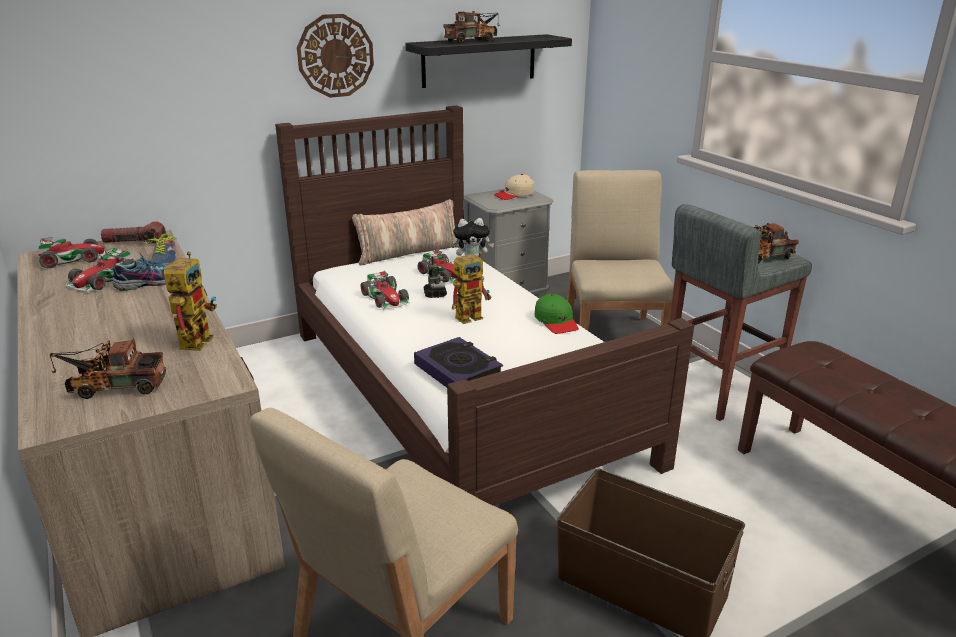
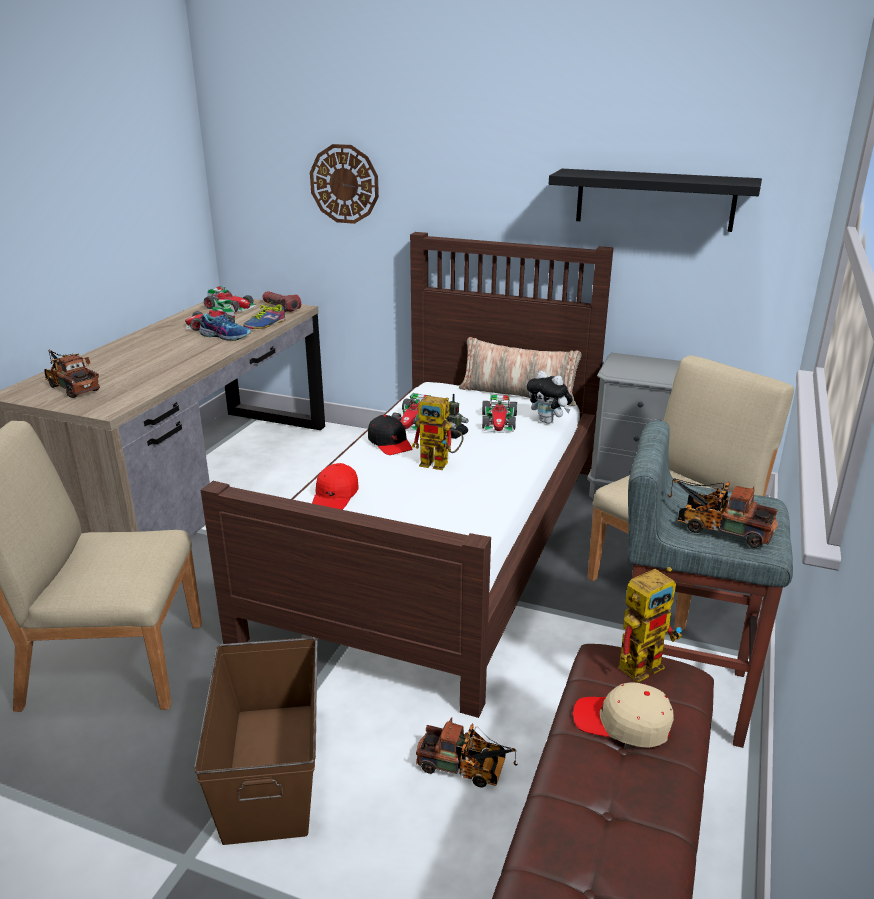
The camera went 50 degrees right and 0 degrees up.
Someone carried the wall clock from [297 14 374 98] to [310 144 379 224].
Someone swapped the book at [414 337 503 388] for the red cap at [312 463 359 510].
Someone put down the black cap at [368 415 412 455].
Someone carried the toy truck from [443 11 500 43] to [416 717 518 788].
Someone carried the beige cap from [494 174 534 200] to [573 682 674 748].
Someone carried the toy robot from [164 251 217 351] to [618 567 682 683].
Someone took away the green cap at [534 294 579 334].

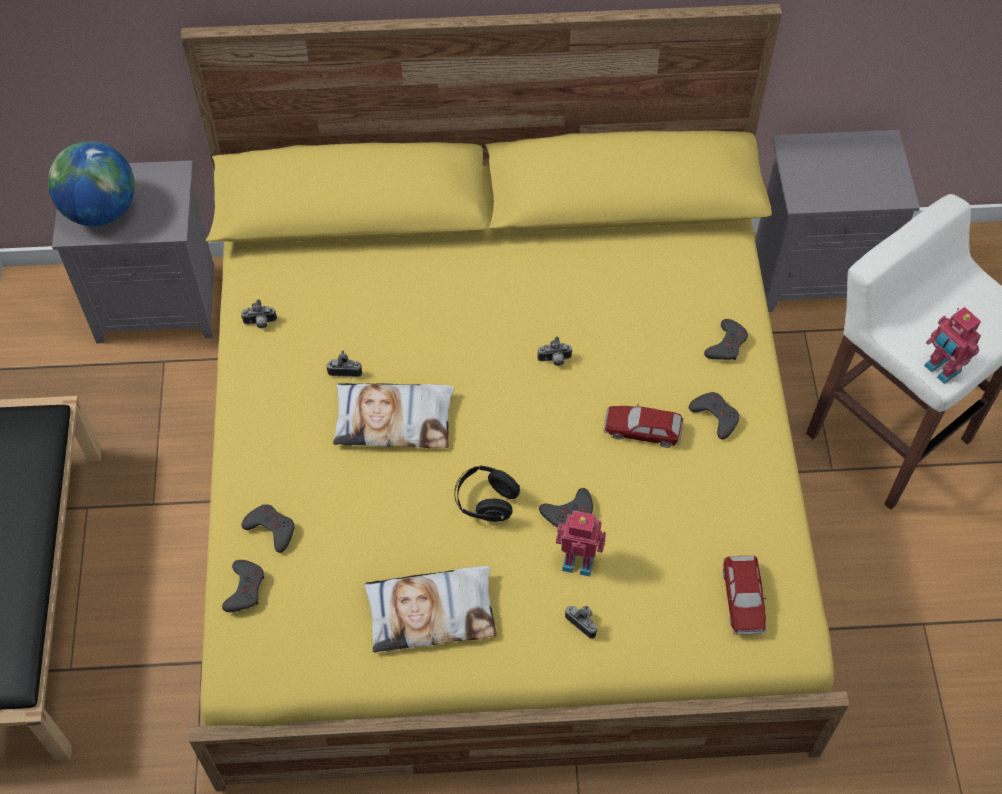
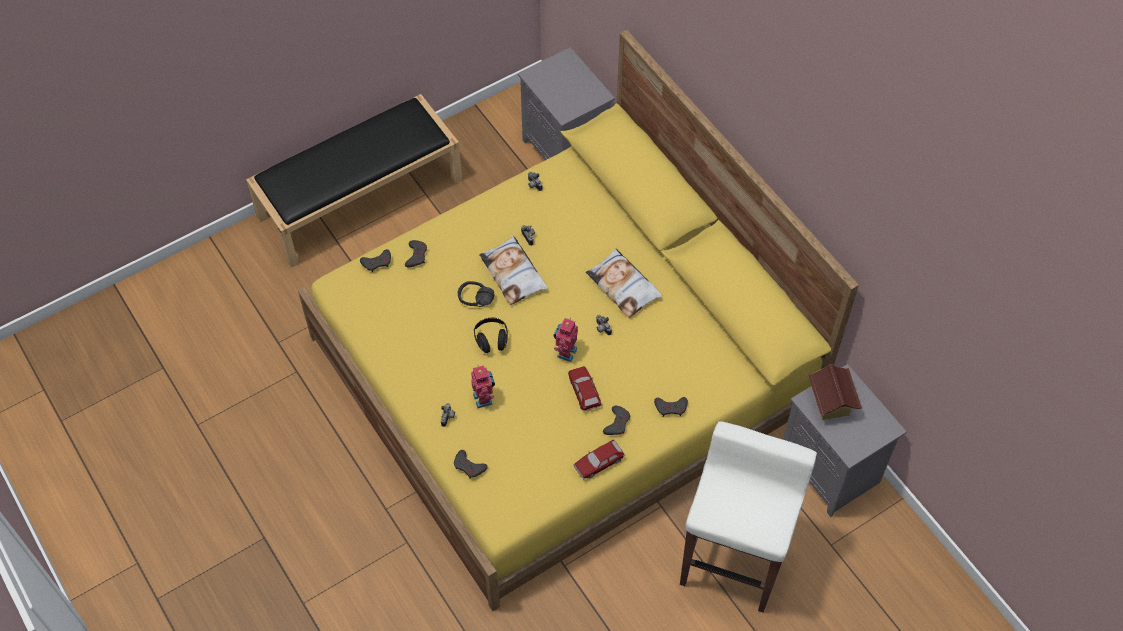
The camera went 60 degrees right and 0 degrees up.
Someone carried the grey game controller from [539 488 593 527] to [454 450 488 479].
Someone put down the black headphones at [458 281 494 307].
Someone carried the toy robot from [924 307 981 384] to [553 318 578 362].
Someone carried the toy car from [723 556 767 635] to [573 440 625 479].
Someone carried the pillow from [363 566 497 653] to [586 249 662 318].
Someone put down the toy house at [808 364 862 420].
Someone took away the globe at [48 141 135 226].

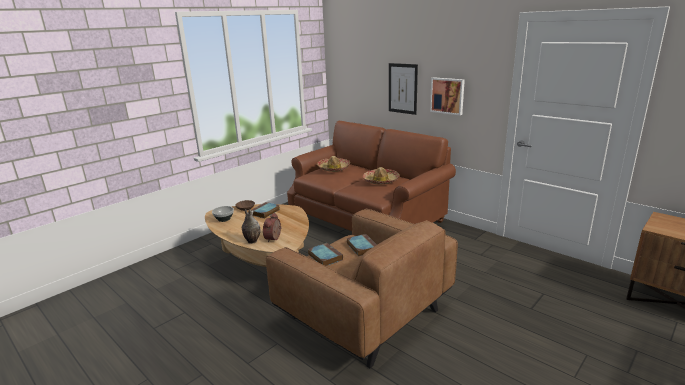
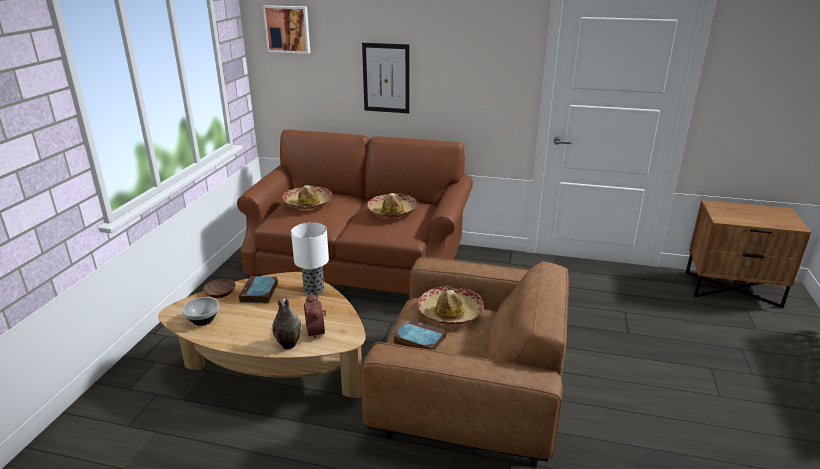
The camera went 30 degrees left and 5 degrees up.
Someone carried the picture from [430 77 465 115] to [263 5 310 54].
Someone put down the table lamp at [291 222 329 296].
Someone swapped the book at [347 234 377 257] for the hat at [417 286 484 325].

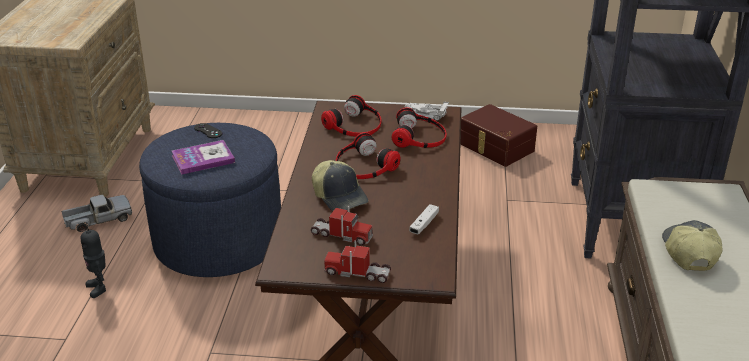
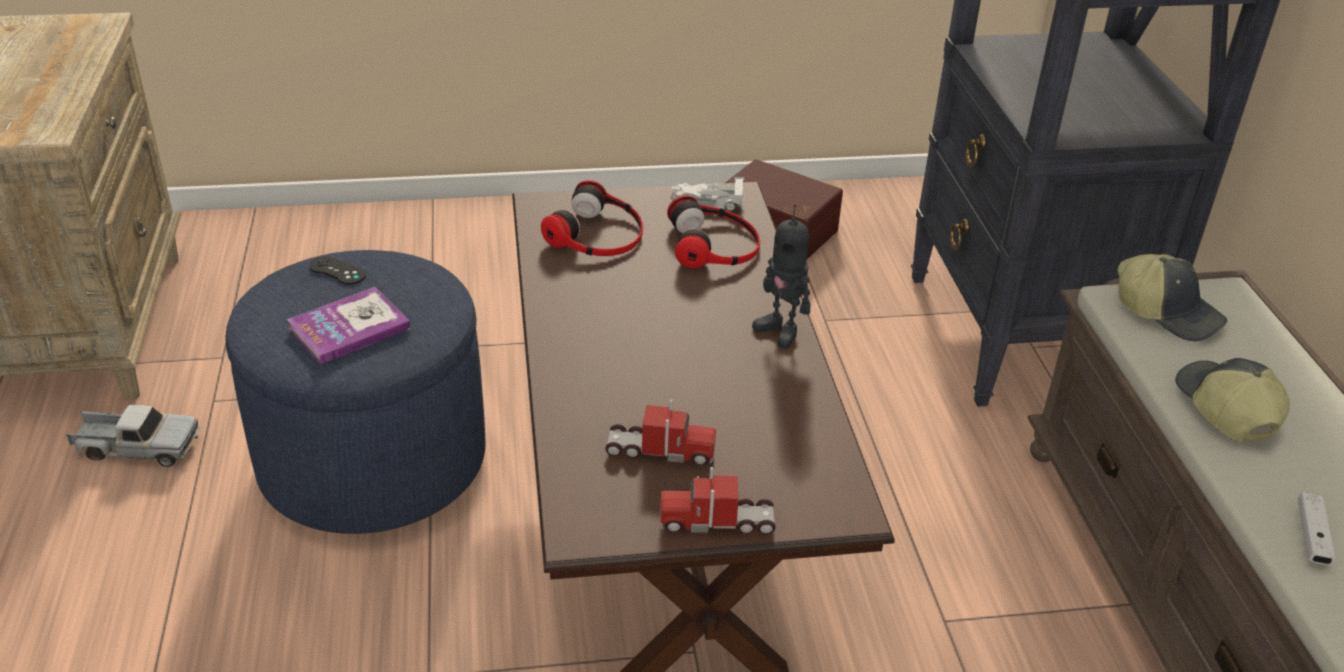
The camera went 15 degrees left and 5 degrees up.
Someone rotated the toy truck at [62 195 132 232] by 45 degrees clockwise.
Someone carried the toy robot from [81 222 106 298] to [752 204 810 349].
Someone carried the cap from [312 160 368 211] to [1118 254 1227 342].
Someone carried the white game controller from [409 204 439 234] to [1298 492 1335 565].
Someone took away the headphones at [336 132 401 179].

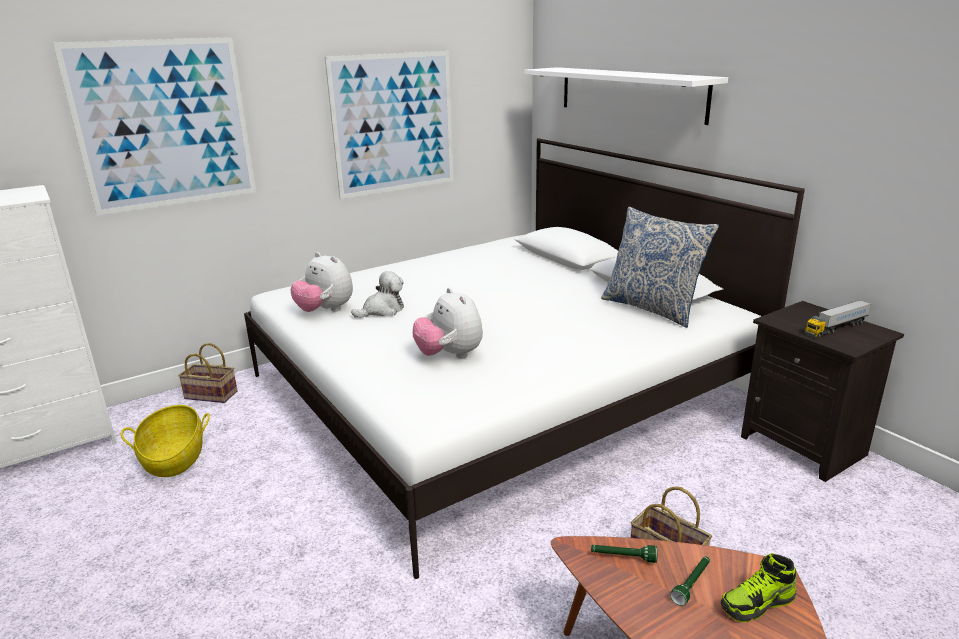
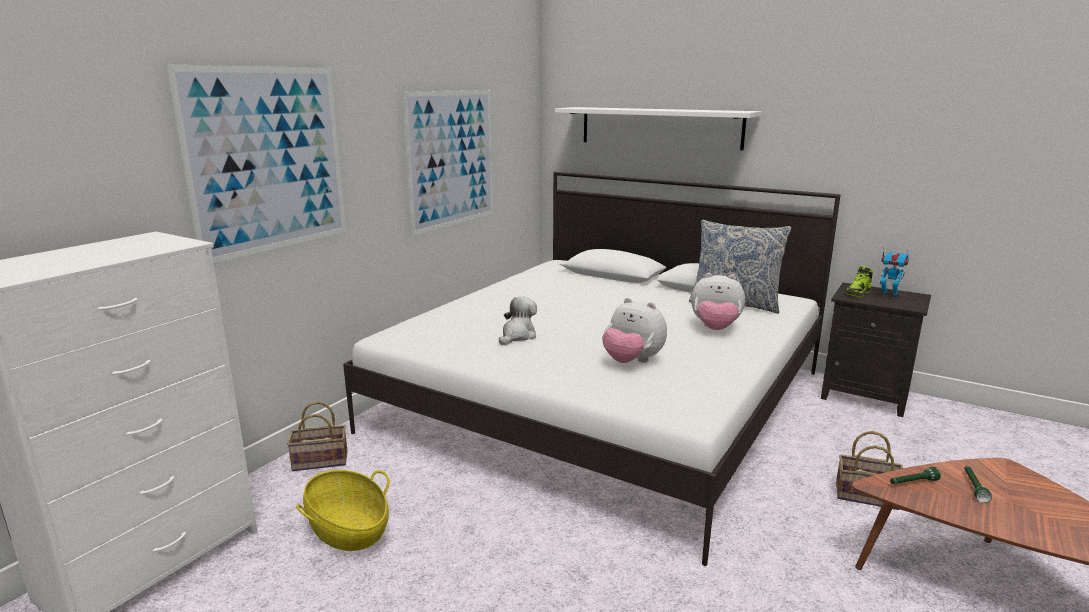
The camera went 25 degrees left and 5 degrees down.
Someone carried the plush toy from [291 252 353 312] to [691 273 745 330].
Someone carried the shoe from [721 553 797 622] to [846 266 873 297].
Someone swapped the toy truck at [805 300 871 337] for the toy robot at [880 247 909 300].

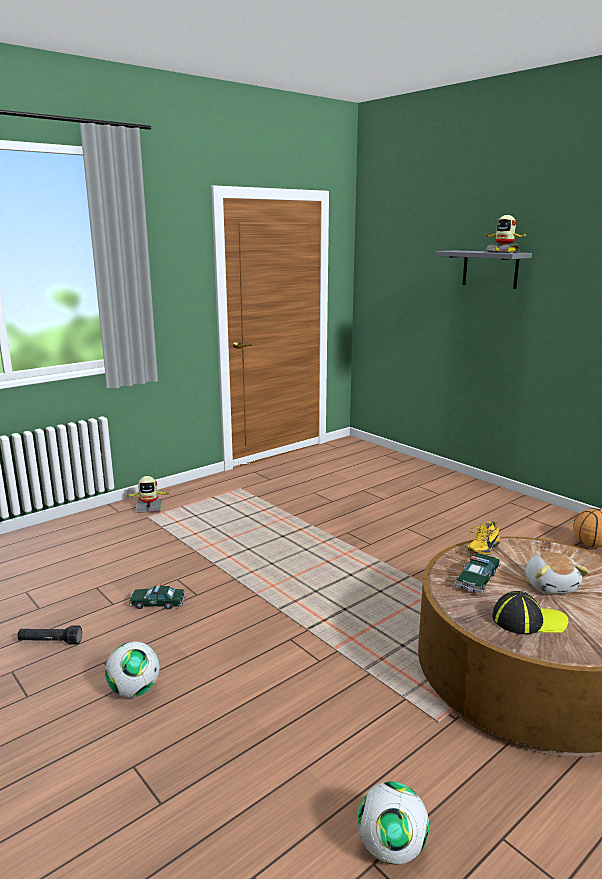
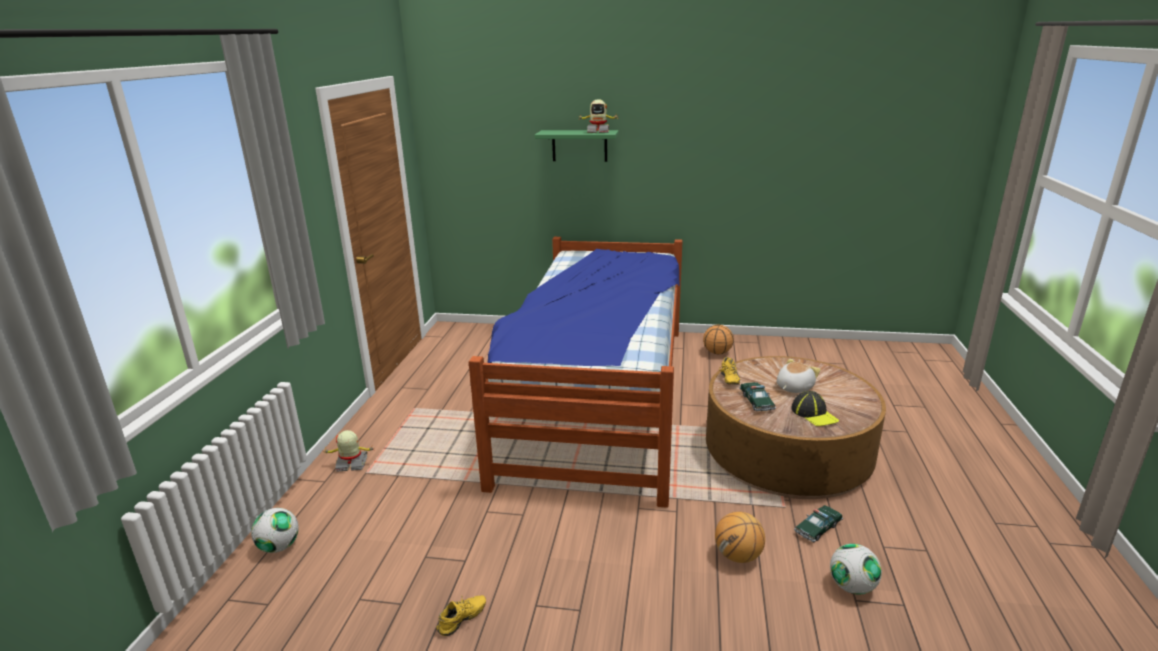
The camera went 40 degrees left and 5 degrees up.
Someone carried the football from [105 641 160 698] to [251 508 299 553].
Someone rotated the toy robot at [127 476 170 513] by 135 degrees counterclockwise.
Someone swapped the black flashlight at [17 625 82 644] for the yellow shoe at [436 595 486 636].
Someone put down the bed at [469 237 683 508].
Someone repainted the grey shelf at [435 250 532 289], which became the green shelf at [535 130 619 162].
Someone put down the basketball at [715 512 765 563].
Someone rotated the plush toy at [526 552 589 594] by 90 degrees counterclockwise.
Someone rotated the cap at [492 591 568 634] by 105 degrees clockwise.
Someone carried the toy car from [129 583 186 610] to [794 505 843 542].

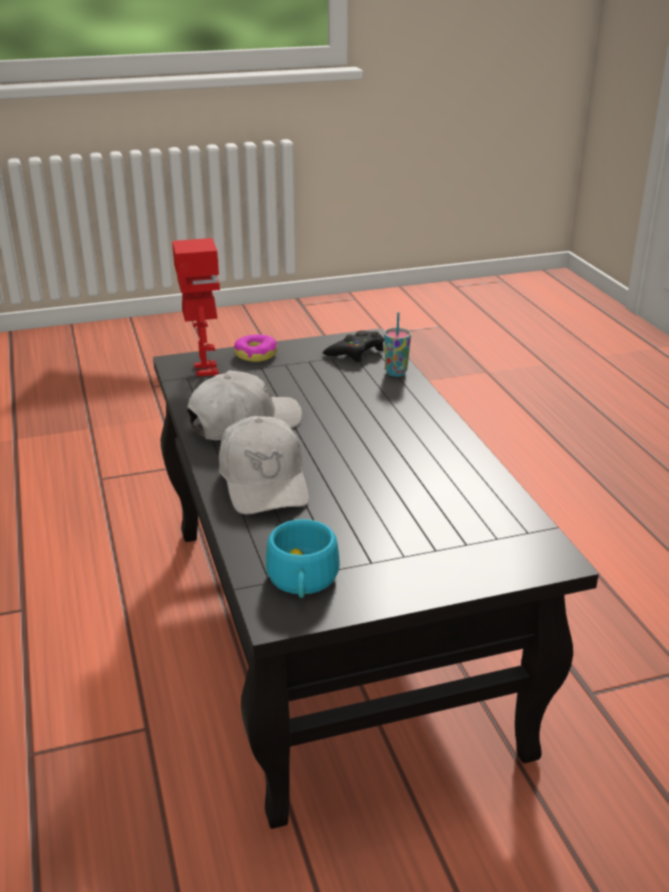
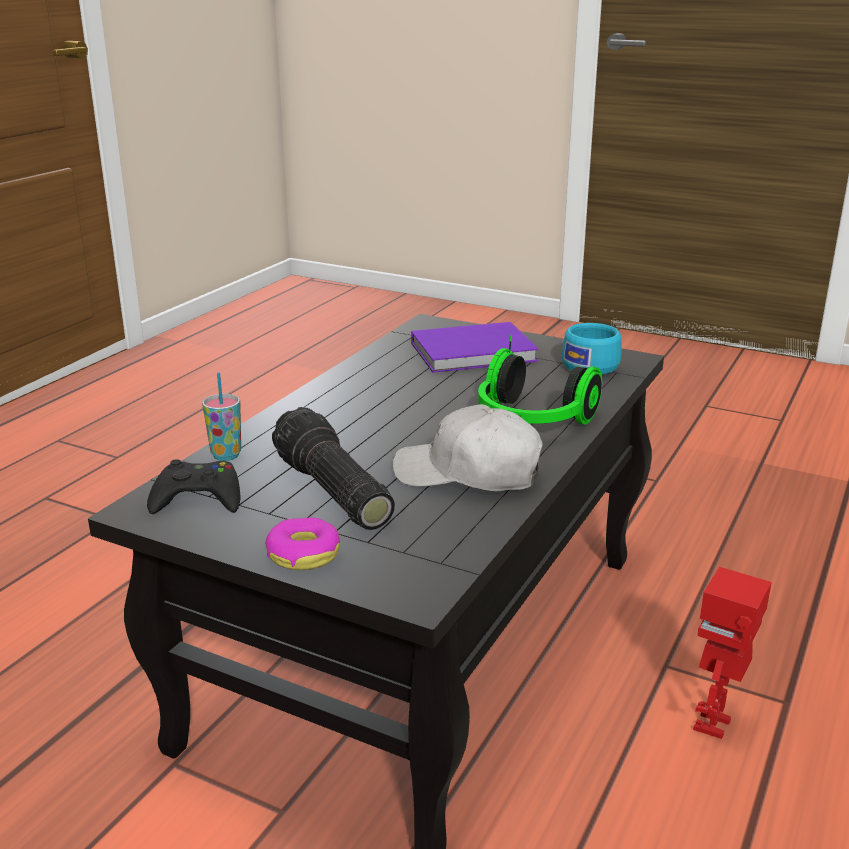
The camera went 135 degrees left and 5 degrees down.
Someone put down the flashlight at [272 407 395 530].
Someone put down the purple book at [411 322 538 373].
Someone swapped the white cap at [219 416 309 514] for the headphones at [478 335 602 425].
Someone carried the toy robot from [172 238 220 376] to [693 567 772 739].

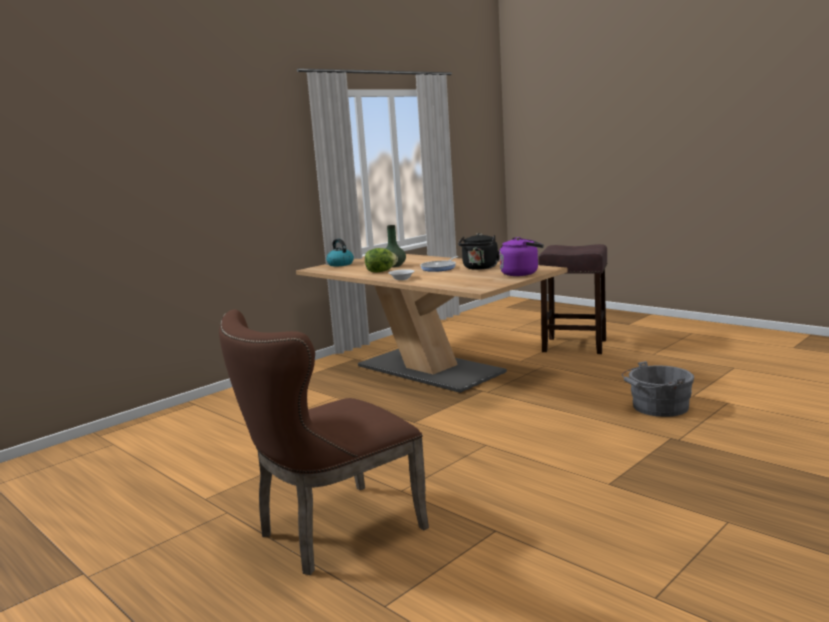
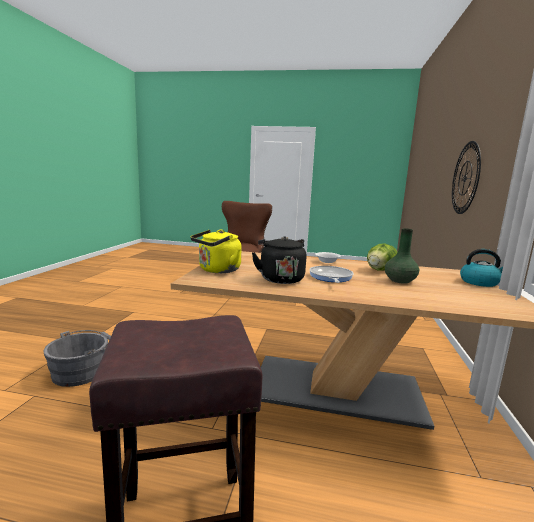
The camera went 145 degrees right and 0 degrees up.
Someone repainted the purple kettle at [499 237 544 276], which became the yellow kettle at [191 229 241 273].
Someone put up the wall clock at [452 141 481 214].

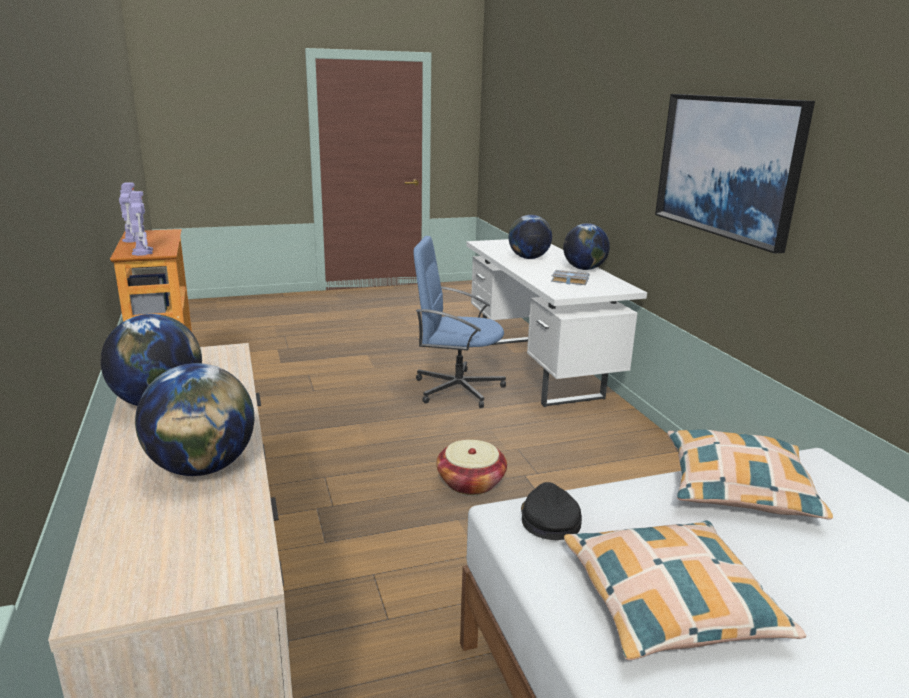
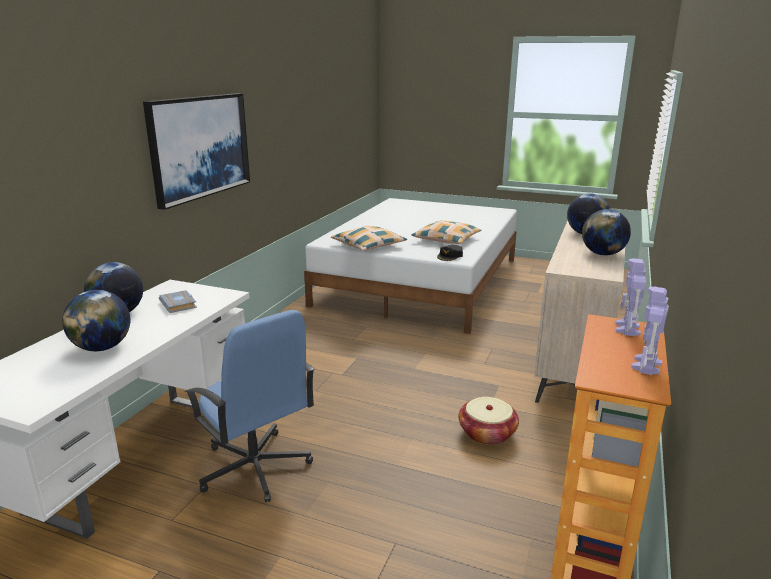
The camera went 140 degrees left and 0 degrees up.
Someone carried the basket from [436 440 507 495] to [458 397 519 445].

